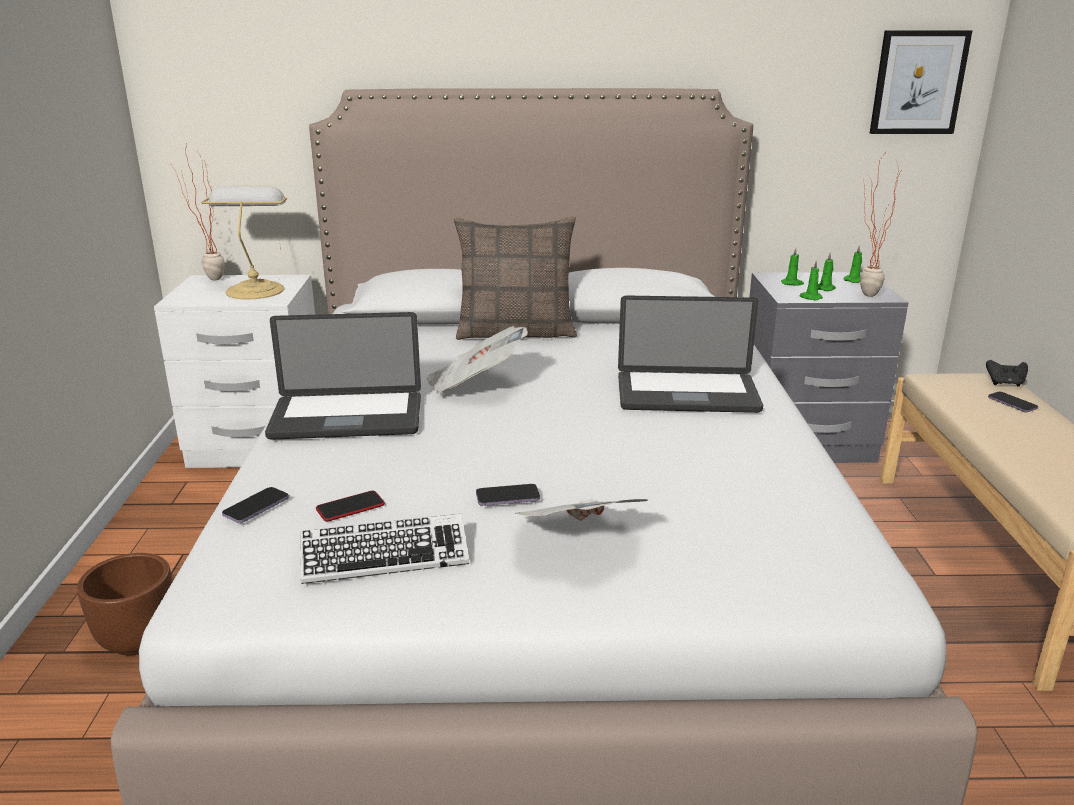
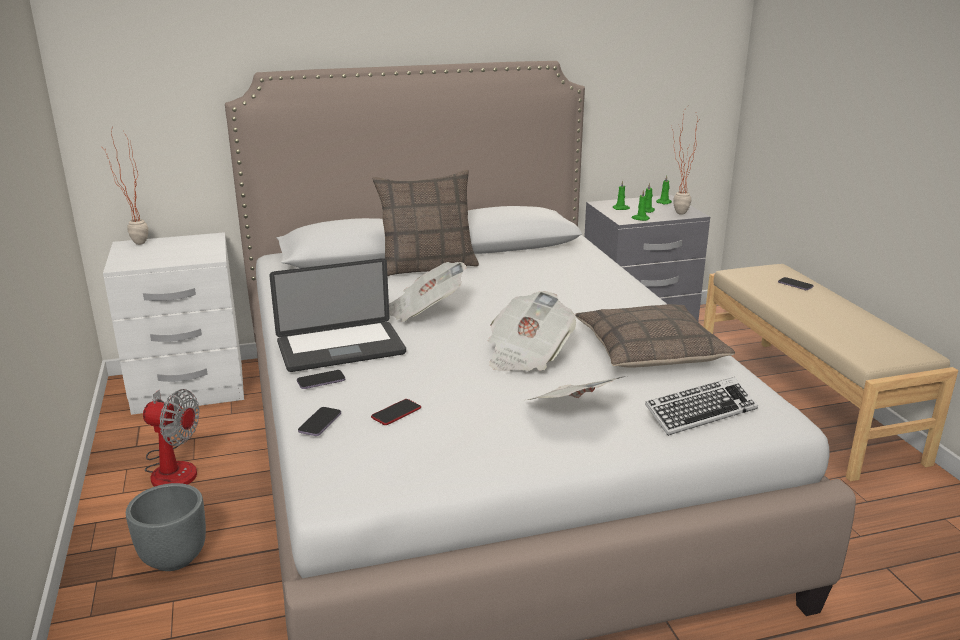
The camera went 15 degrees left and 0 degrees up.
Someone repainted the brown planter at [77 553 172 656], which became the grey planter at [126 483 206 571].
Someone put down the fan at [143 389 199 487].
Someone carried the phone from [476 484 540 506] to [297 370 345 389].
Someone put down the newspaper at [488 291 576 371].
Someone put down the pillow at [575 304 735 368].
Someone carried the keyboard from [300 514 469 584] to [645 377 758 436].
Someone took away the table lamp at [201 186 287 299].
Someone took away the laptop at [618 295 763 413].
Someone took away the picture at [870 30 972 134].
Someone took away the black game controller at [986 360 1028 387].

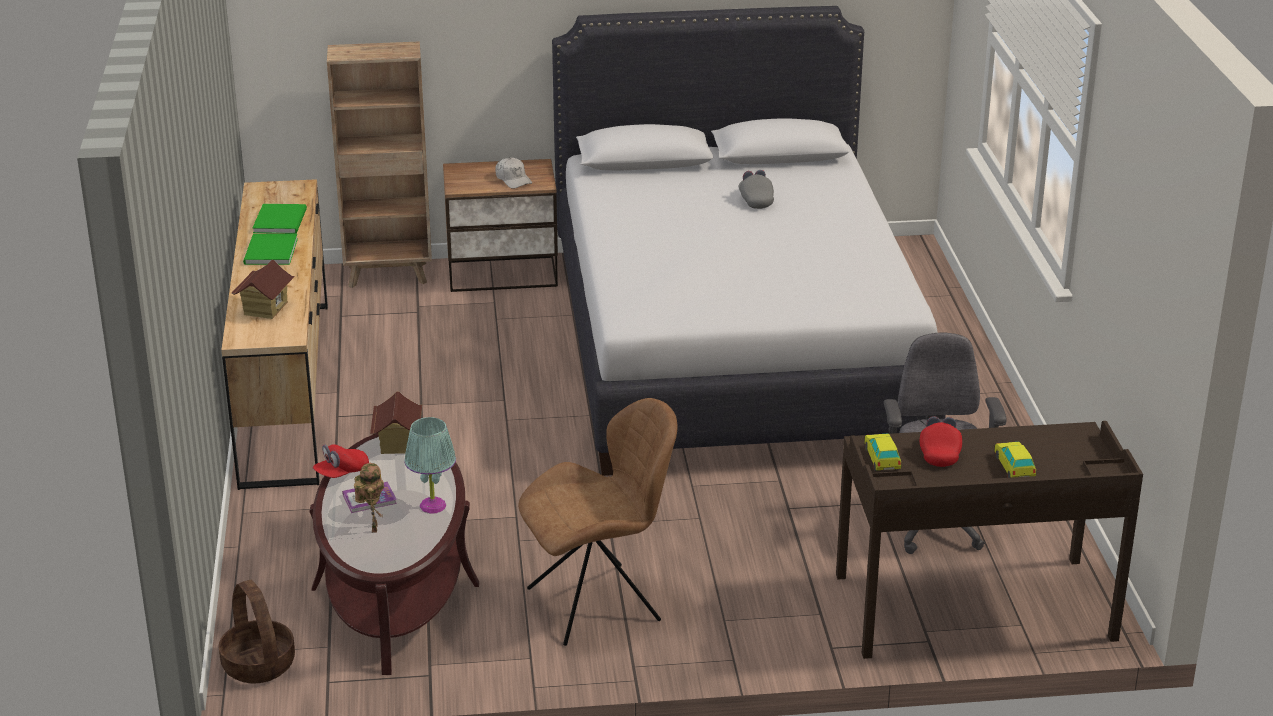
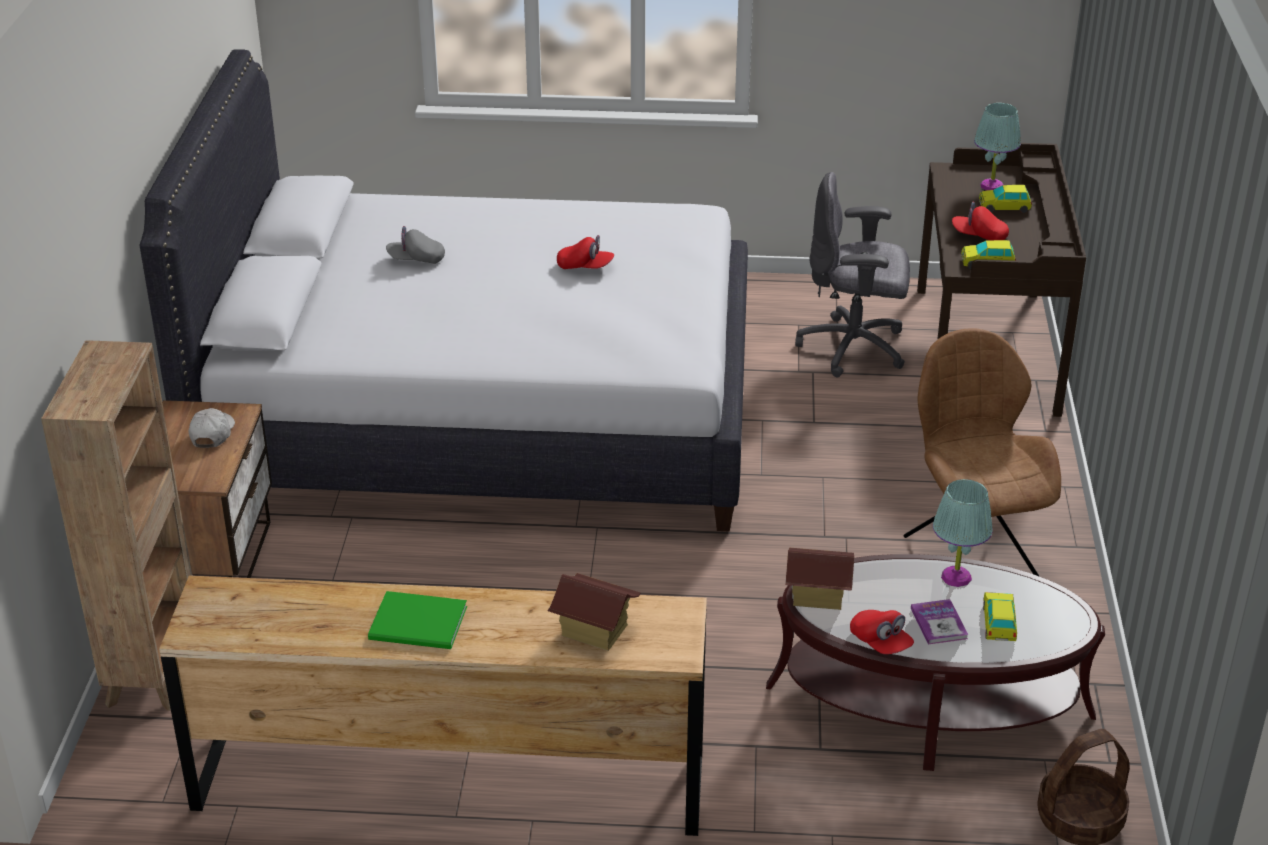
The camera went 80 degrees left and 5 degrees up.
Someone rotated the white cap at [495 158 532 189] by 60 degrees counterclockwise.
Someone put down the red cap at [557 235 614 269].
Someone put down the turquoise table lamp at [974 103 1021 190].
Someone swapped the toy robot at [354 463 384 533] for the toy car at [983 592 1017 641].
Someone took away the green book at [253 204 307 234].

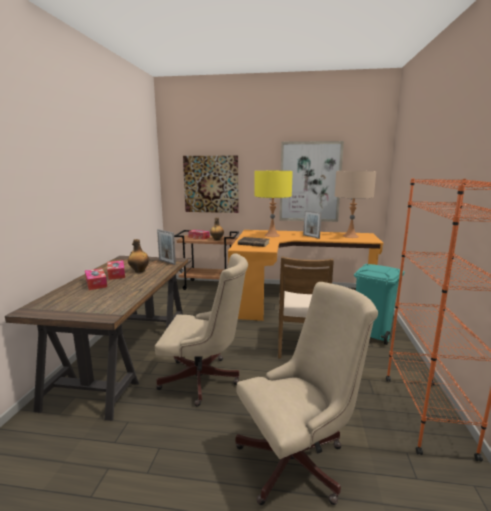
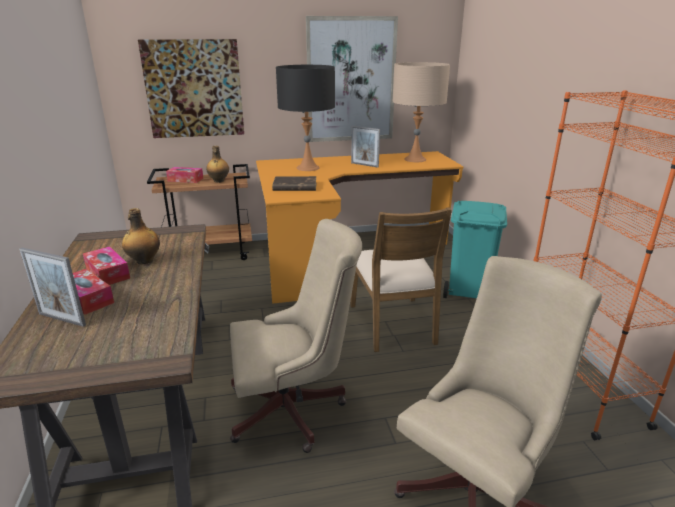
The camera went 20 degrees left and 10 degrees up.
Someone carried the picture frame from [157 229 176 265] to [19 248 86 327].
Someone repainted the yellow table lamp at [254 171 293 237], which became the black table lamp at [276 65 335 171].

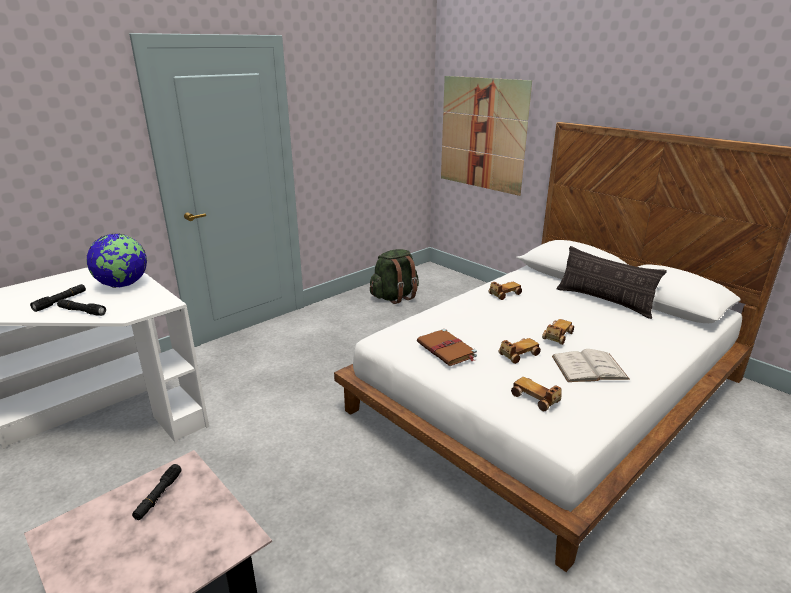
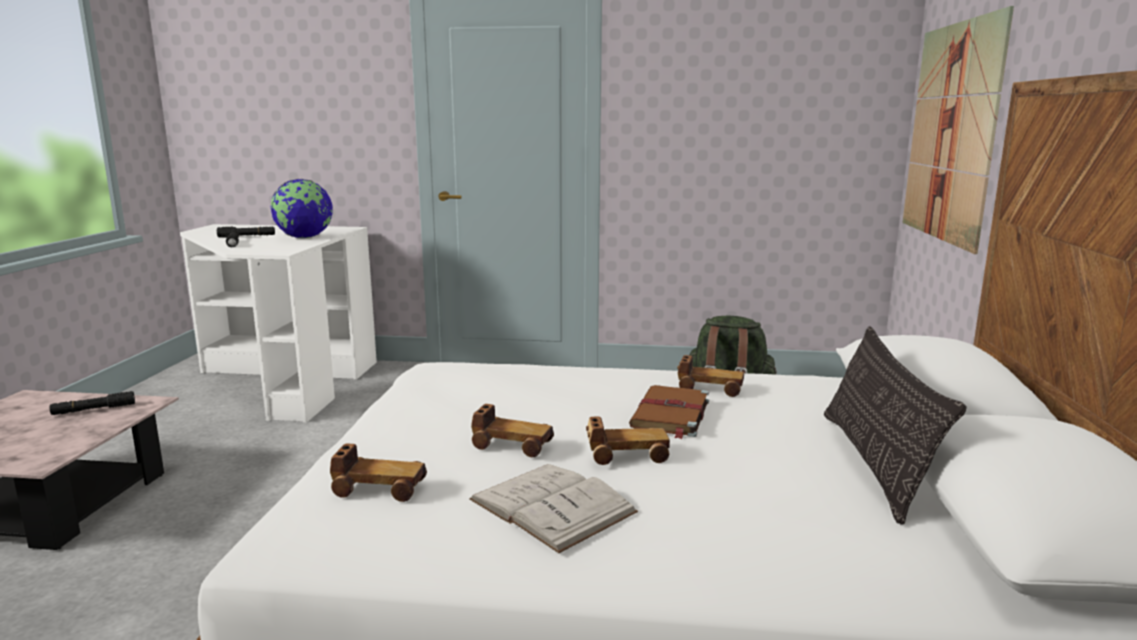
The camera went 50 degrees right and 10 degrees down.
Someone rotated the toy car at [511 377 562 411] by 90 degrees clockwise.
Someone carried the brown book from [417 329 477 366] to [629 385 709 439].

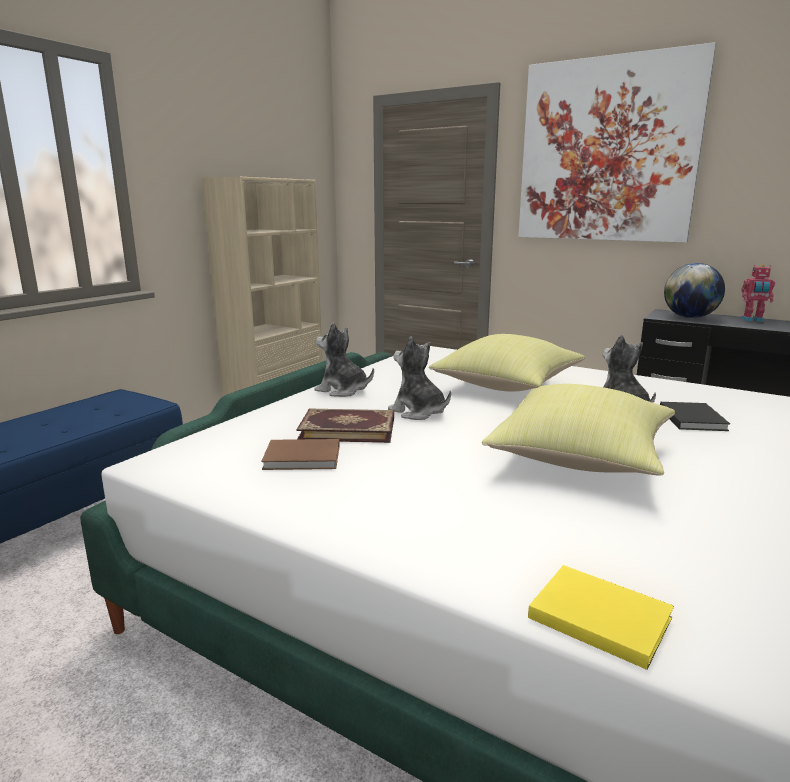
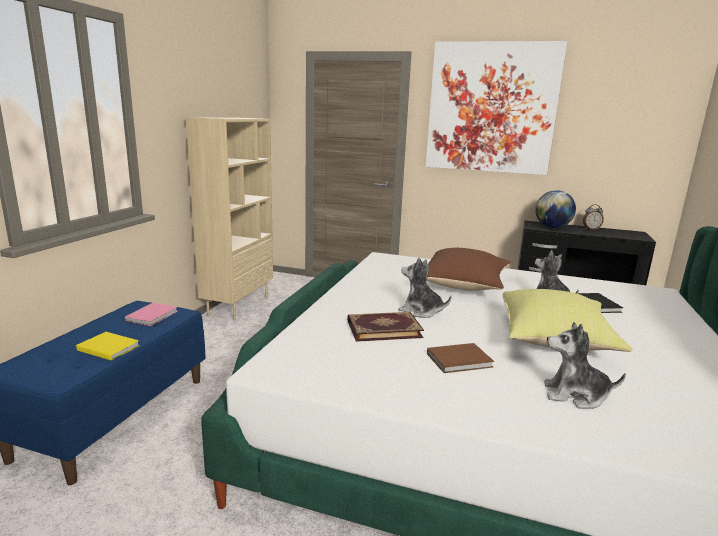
The camera went 15 degrees left and 0 degrees up.
Someone carried the yellow book from [528 565 674 670] to [76 332 140 360].
Someone put down the pink book at [125 303 178 326].
Someone repainted the yellow pillow at [429 334 585 392], which became the brown pillow at [427 248 511 291].
Someone carried the brown book from [261 439 339 470] to [427 343 494 373].
Someone carried the plush toy from [315 323 374 397] to [544 322 626 409].
Someone swapped the toy robot at [741 264 775 322] for the alarm clock at [583 204 604 229].

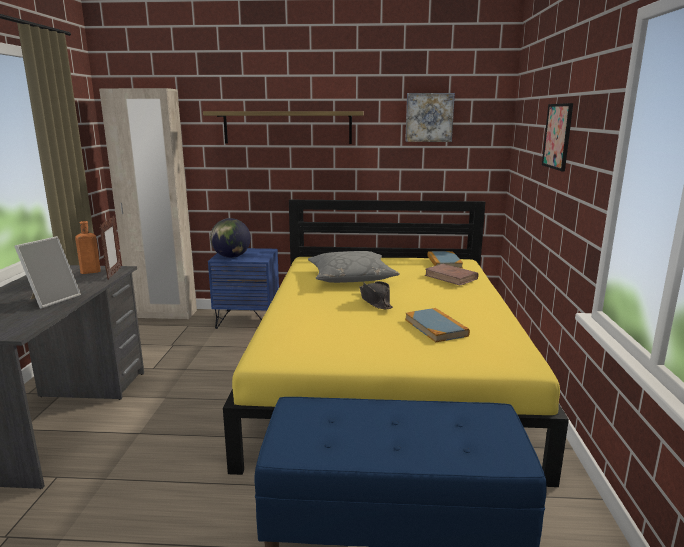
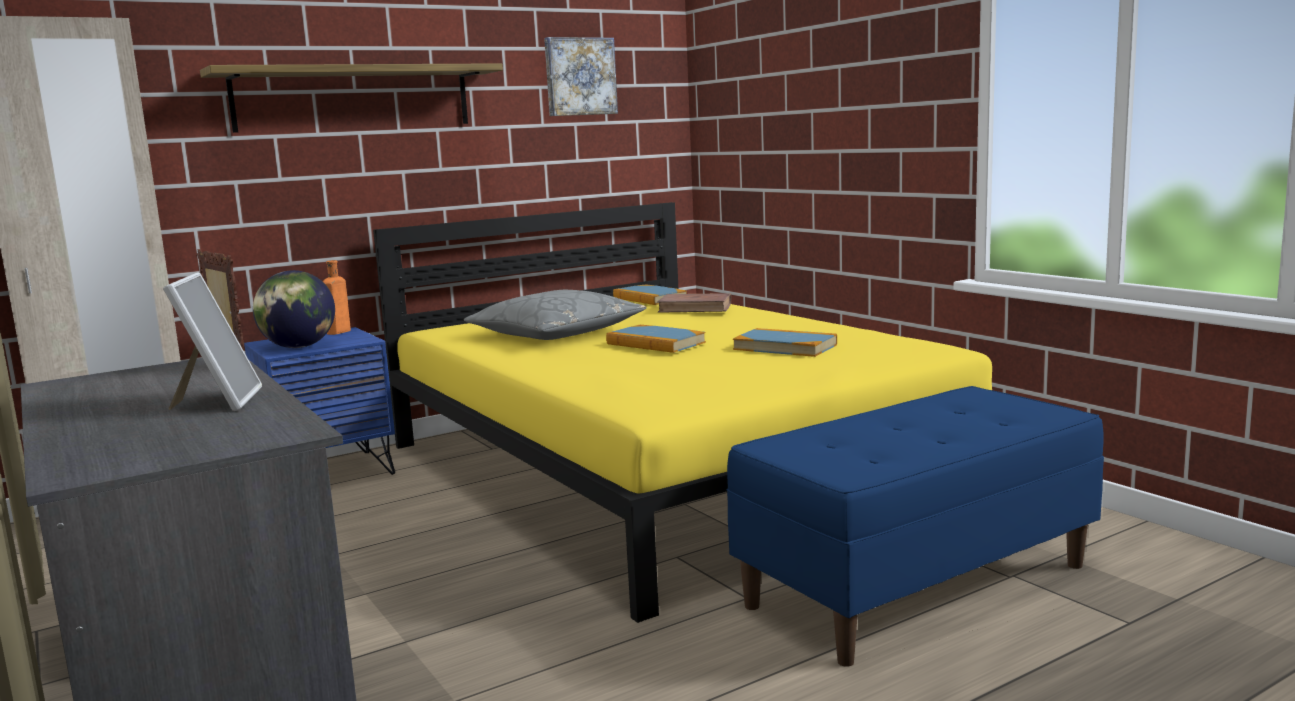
The camera went 35 degrees left and 5 degrees down.
Someone carried the orange bottle from [75 221 101 274] to [323 260 351 335].
Someone swapped the black hat at [359 281 393 309] for the book at [606 325 706 353].
Someone took away the picture at [542 103 573 171].

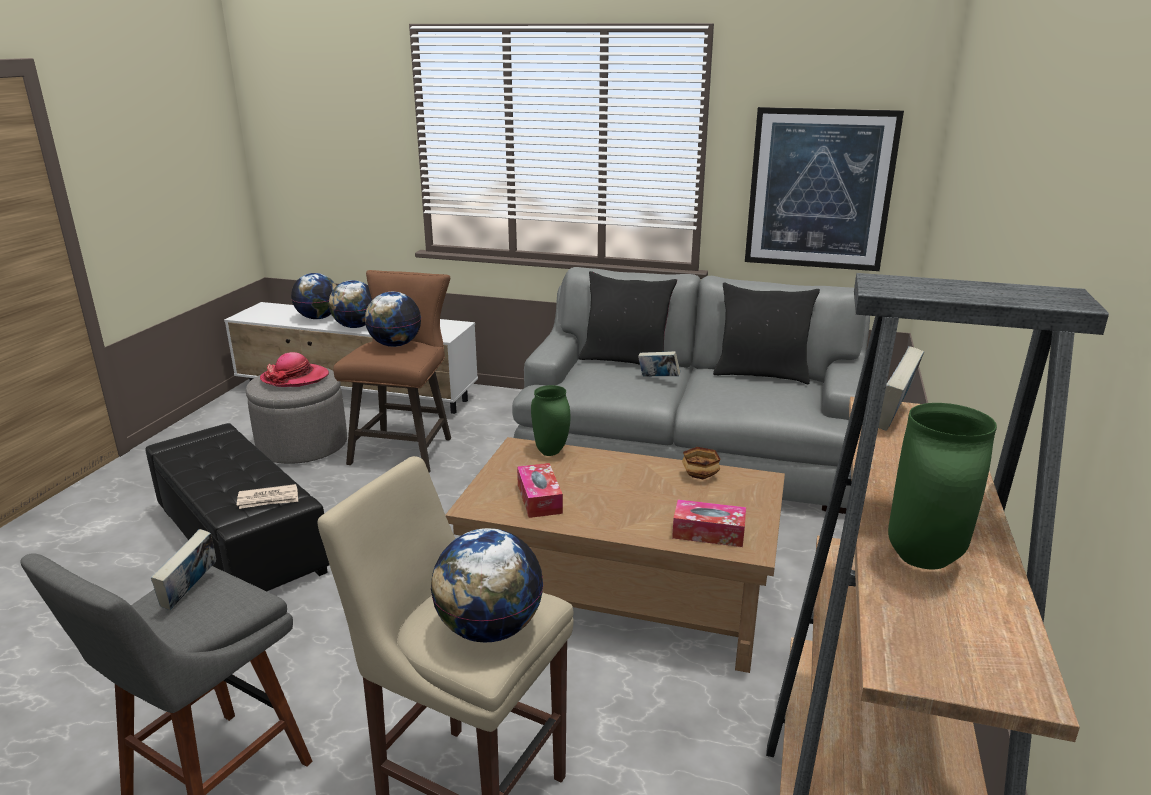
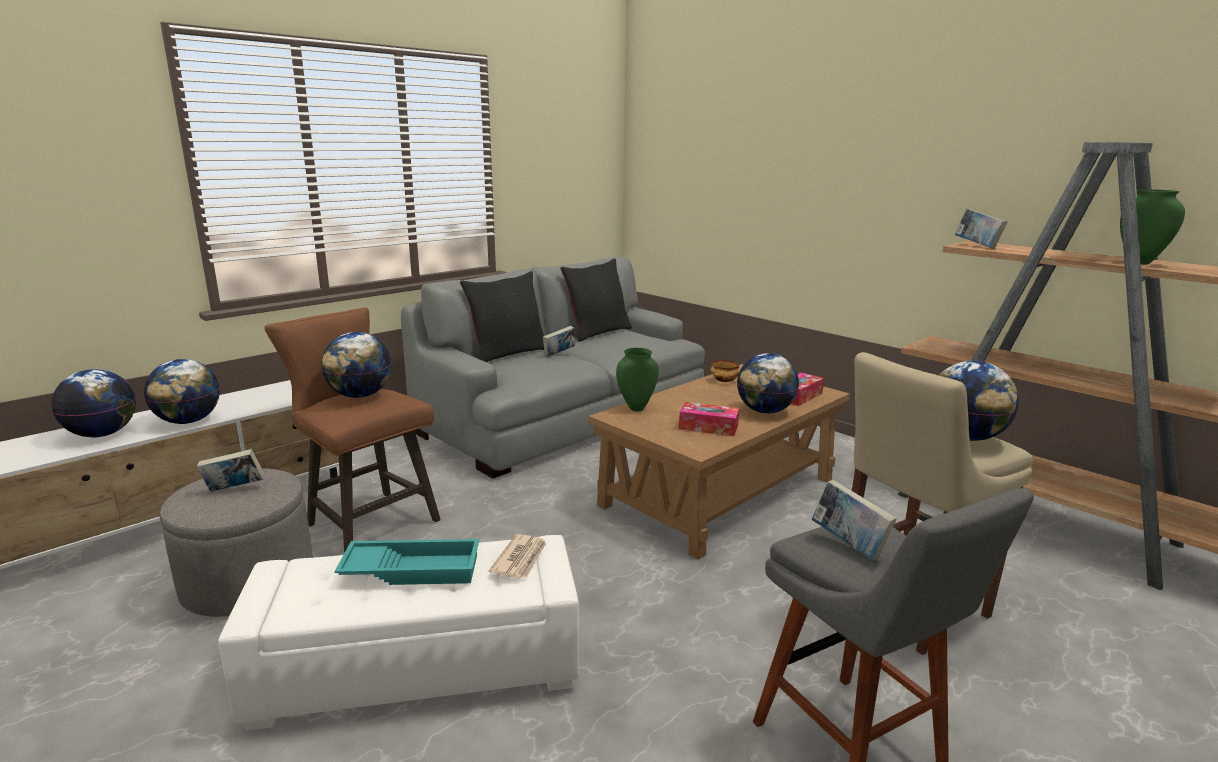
The camera went 60 degrees left and 5 degrees down.
Someone swapped the hat at [260 352 329 387] for the book at [197 449 265 492].
Someone repainted the black ottoman at [145 423 329 591], which became the white ottoman at [218 535 579 731].
Someone put down the turquoise tray at [334 539 479 585].
Someone put down the globe at [737 353 799 414].
Someone took away the picture at [745 107 904 271].

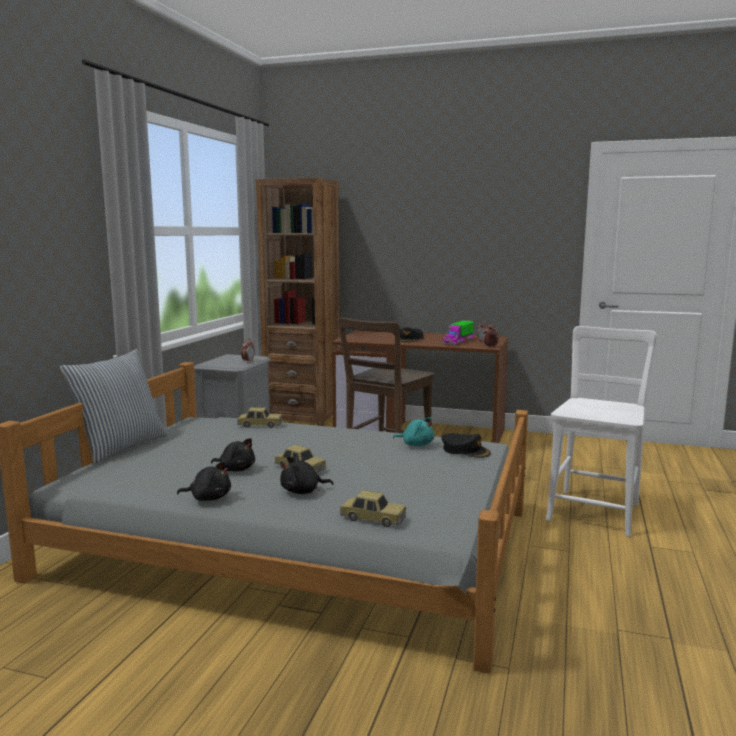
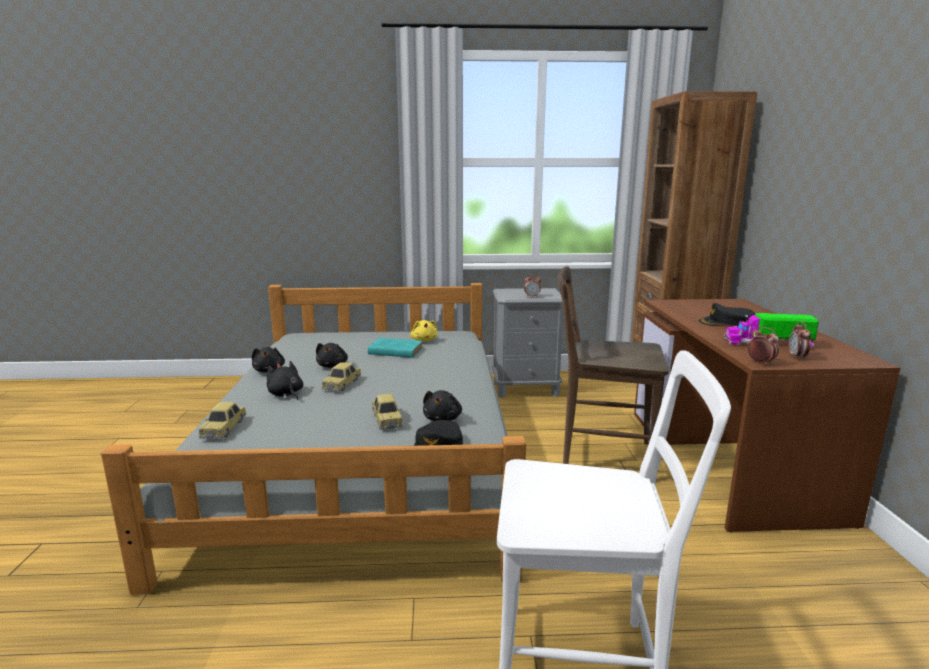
The camera went 70 degrees right and 5 degrees up.
Someone put down the turquoise book at [368 338 423 358].
Someone carried the toy car from [237 407 282 428] to [372 394 403 430].
Someone put down the yellow plush toy at [411 320 437 342].
Someone repainted the turquoise plush toy at [393 417 434 446], which became the black plush toy at [423 390 462 421].
Someone took away the pillow at [60 349 168 464].

